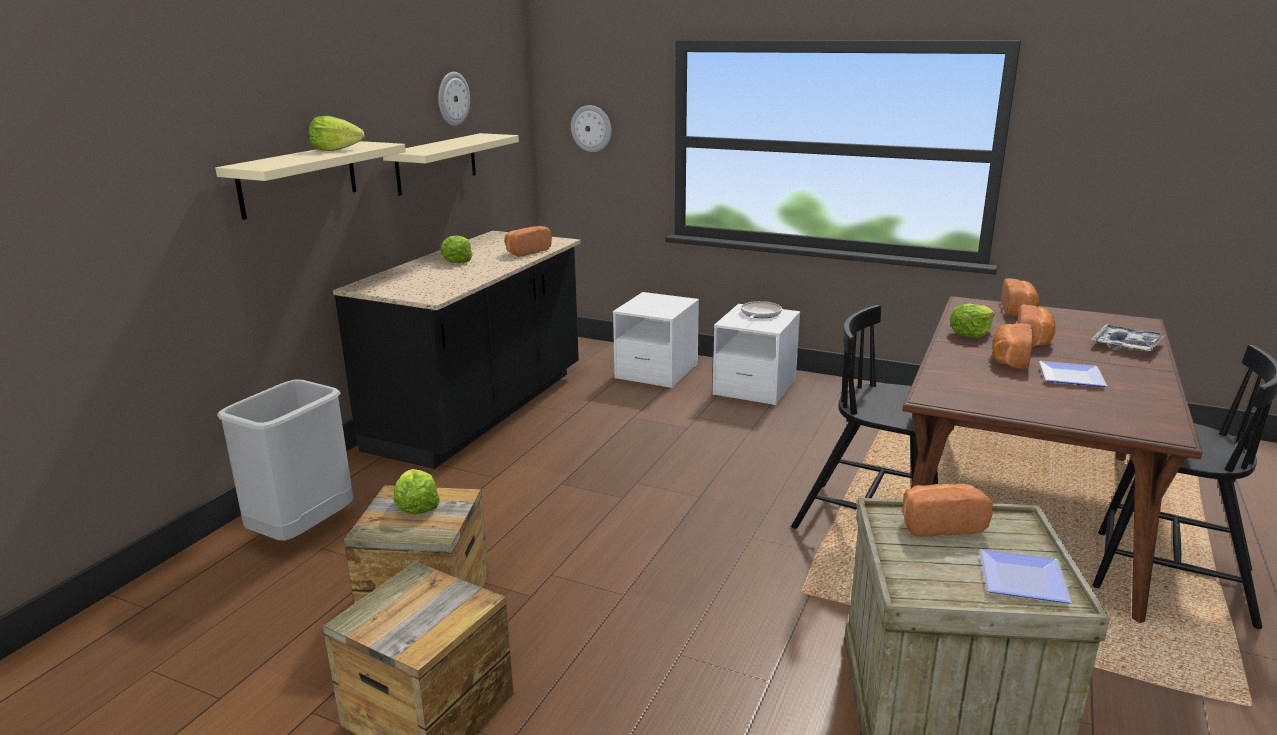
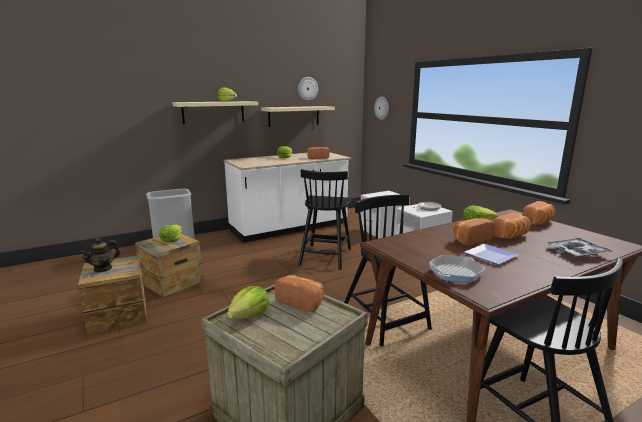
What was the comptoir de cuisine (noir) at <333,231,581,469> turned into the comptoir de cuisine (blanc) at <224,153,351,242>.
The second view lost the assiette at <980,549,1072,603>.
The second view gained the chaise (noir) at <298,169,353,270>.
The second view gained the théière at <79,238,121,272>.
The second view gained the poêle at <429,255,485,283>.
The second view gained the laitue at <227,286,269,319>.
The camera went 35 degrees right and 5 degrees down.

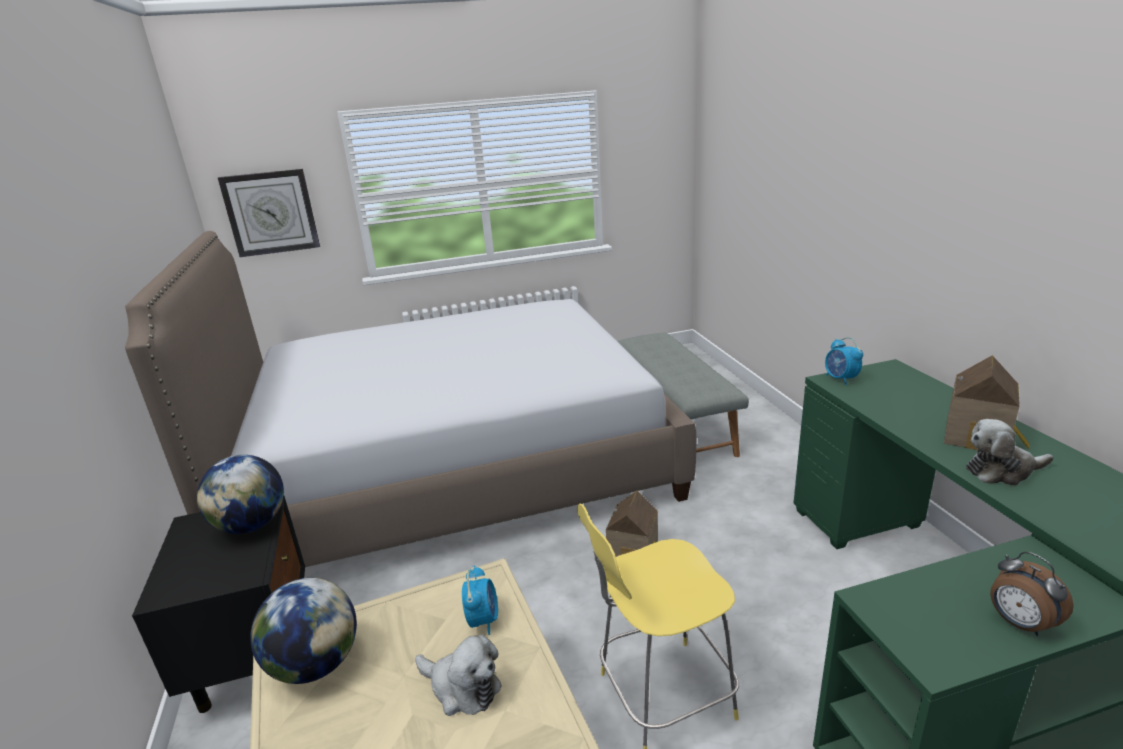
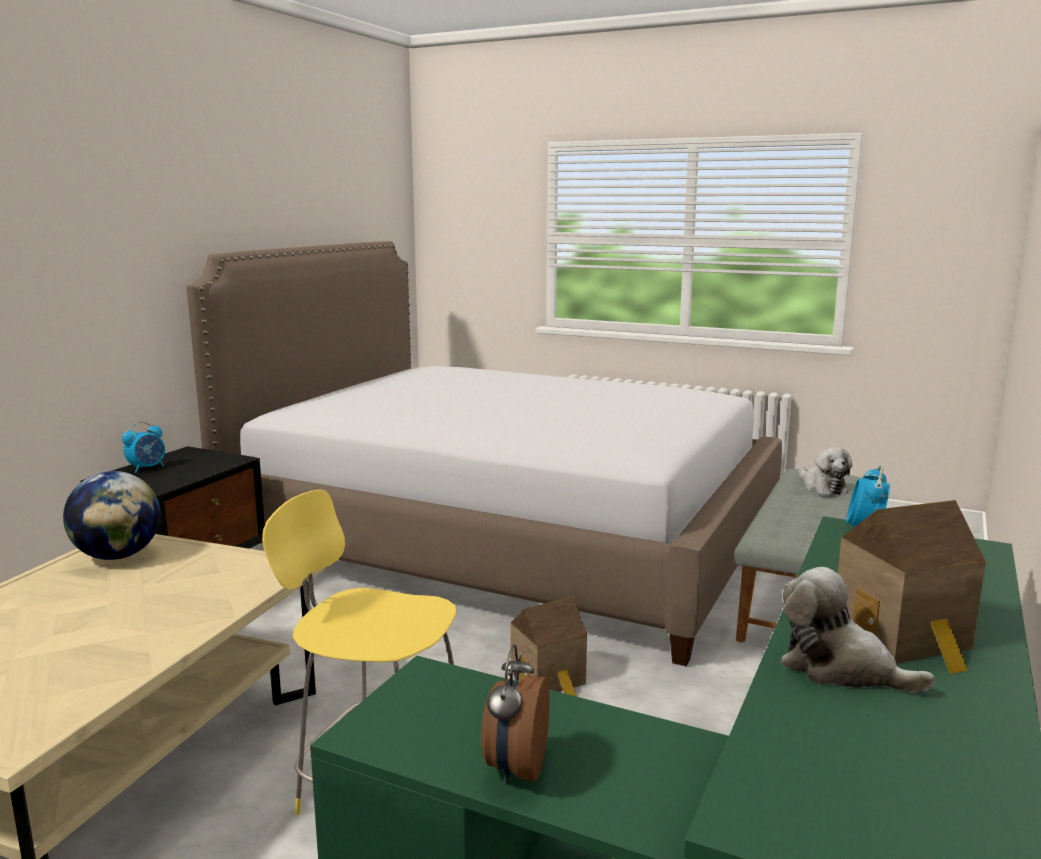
The second view lost the horloge murale at <218,169,320,257>.
The second view lost the globe at <197,455,284,534>.
The réveil ended up elsewhere, having gone from <462,565,498,635> to <122,421,165,473>.
The peluche ended up elsewhere, having gone from <415,635,502,716> to <798,447,852,495>.
The camera went 40 degrees right and 10 degrees down.

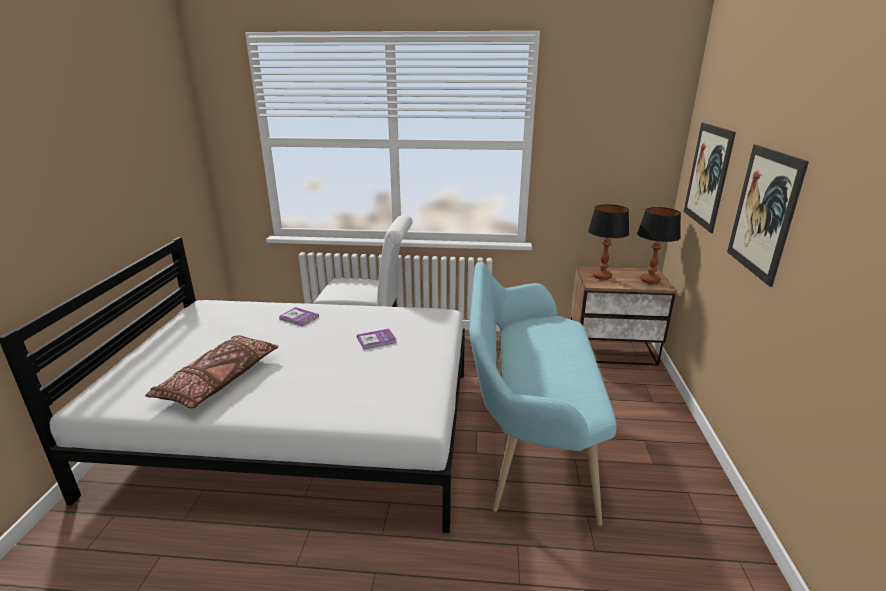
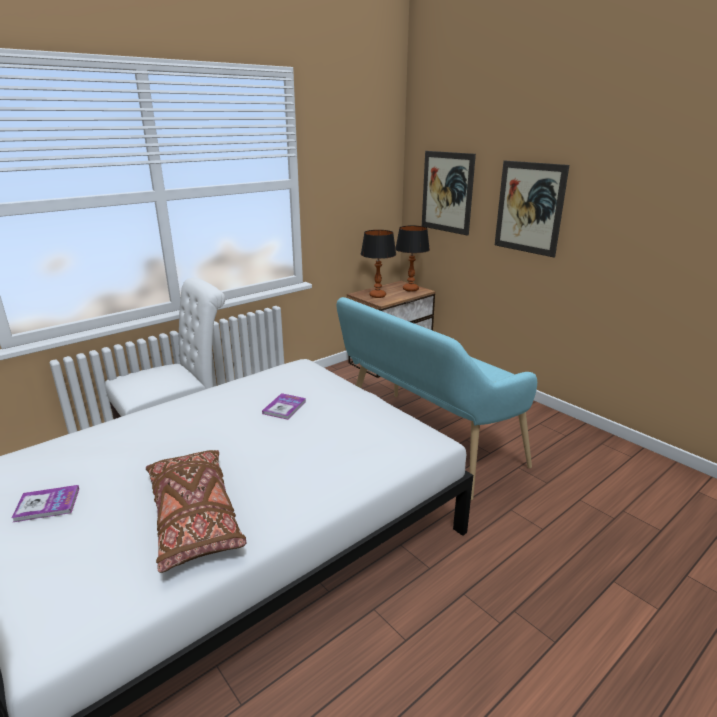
The livre ended up elsewhere, having gone from <279,307,319,326> to <12,485,79,522>.
The camera went 45 degrees left and 0 degrees up.

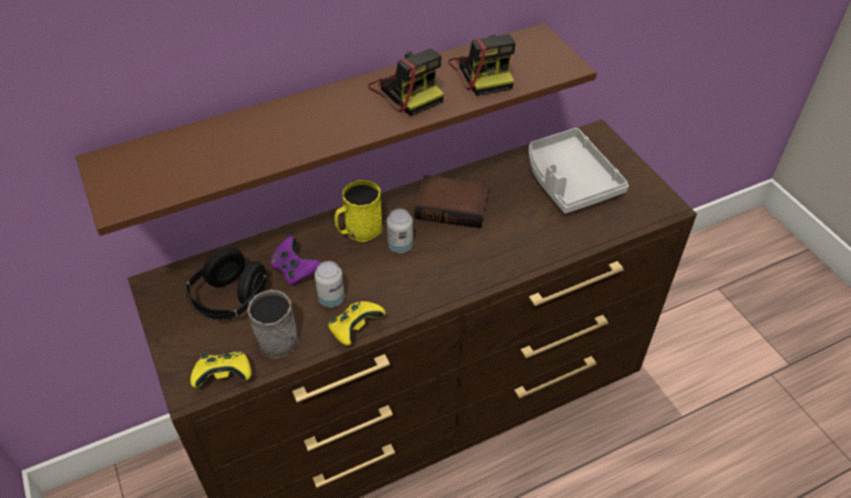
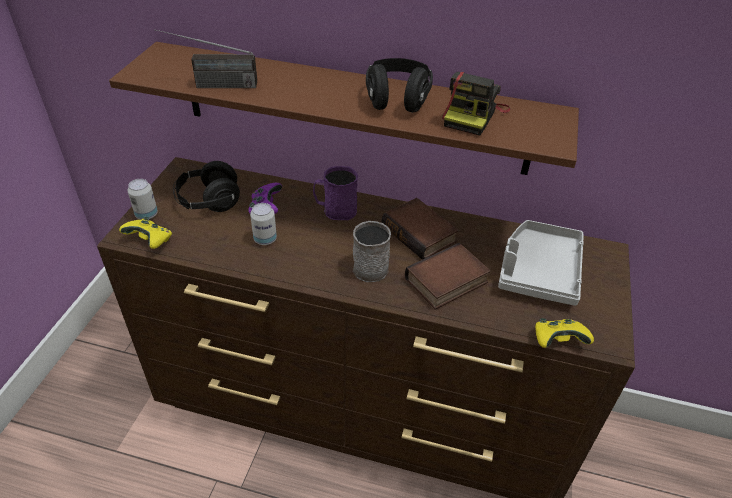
Where the appareil photo stood at <368,49,444,116>, the casque audio (noir) came to stand at <366,58,433,113>.
What was the mug (jaune) at <334,180,383,242> turned into the mug (violet) at <313,166,358,220>.
The boîte métallique ended up elsewhere, having gone from <387,209,413,253> to <127,179,158,220>.
The mug (gris) ended up elsewhere, having gone from <247,290,299,359> to <353,221,391,282>.
The manette (jaune) ended up elsewhere, having gone from <328,301,386,346> to <535,318,594,348>.
The second view gained the radio at <155,29,257,88>.
The second view gained the livre at <405,243,491,310>.
The camera went 40 degrees right and 5 degrees down.

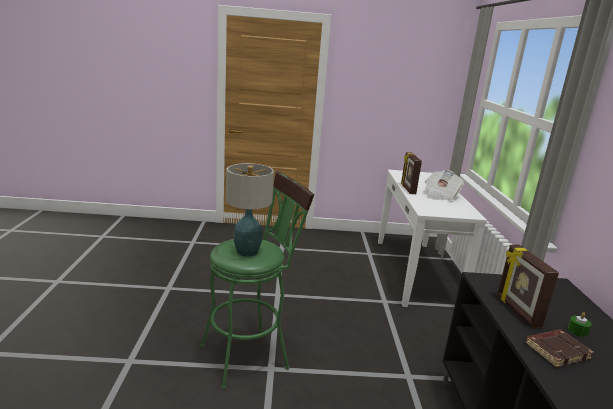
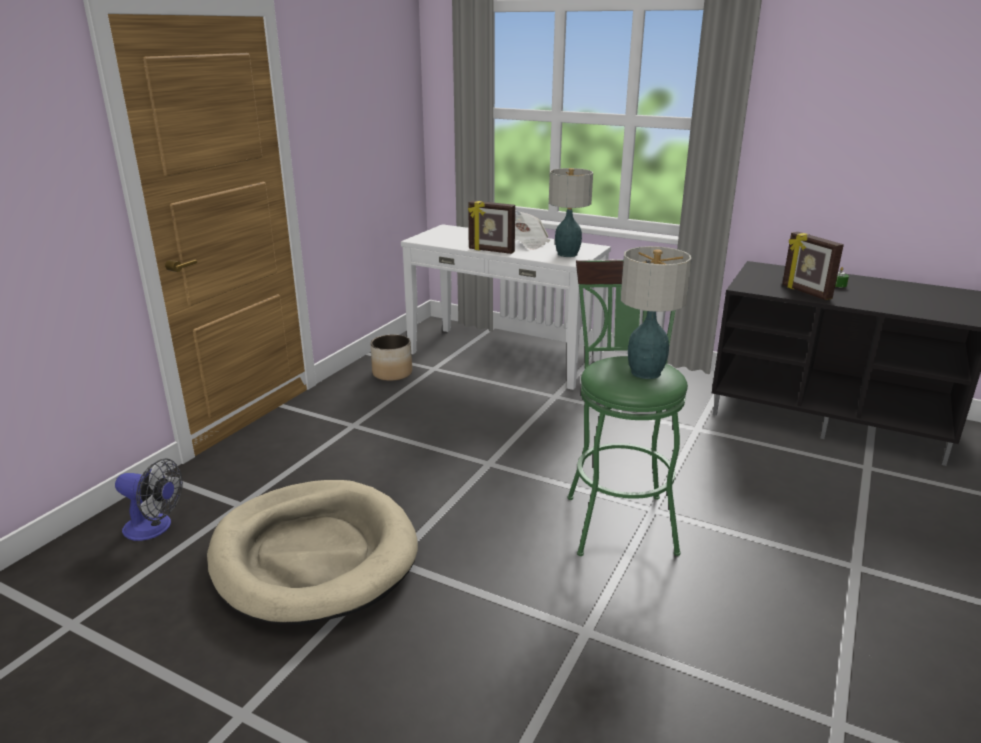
The cadre photo at <497,245,559,328> ended up facing another way, 45 degrees clockwise from before.
The second view lost the livre (marron) at <525,330,594,367>.
The second view gained the lampe de table at <549,168,593,257>.
The second view gained the cache-pot at <370,335,412,381>.
The second view gained the ventilateur at <115,458,183,541>.
The second view gained the panier pour chien (beige) at <207,480,418,625>.
The camera went 60 degrees left and 5 degrees up.

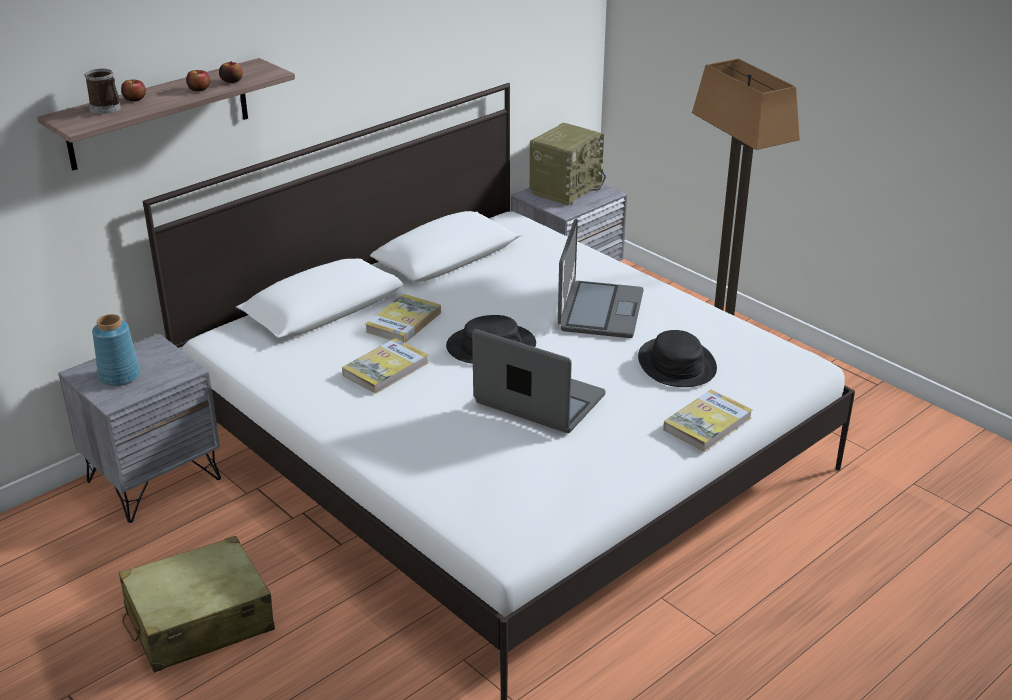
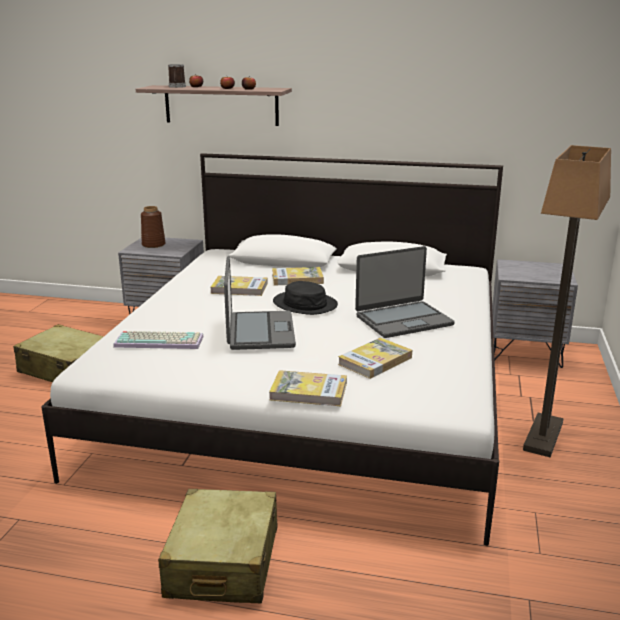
The second view lost the radio at <530,123,606,206>.
What was the vase (bleu) at <92,314,140,386> turned into the vase (marron) at <141,206,166,248>.
Where the chapeau (noir) stood at <638,330,717,387>, the livre came to stand at <338,338,412,379>.
The second view gained the clavier at <113,331,204,349>.
The second view gained the valise (beige) at <158,489,278,603>.
The camera went 55 degrees right and 10 degrees down.

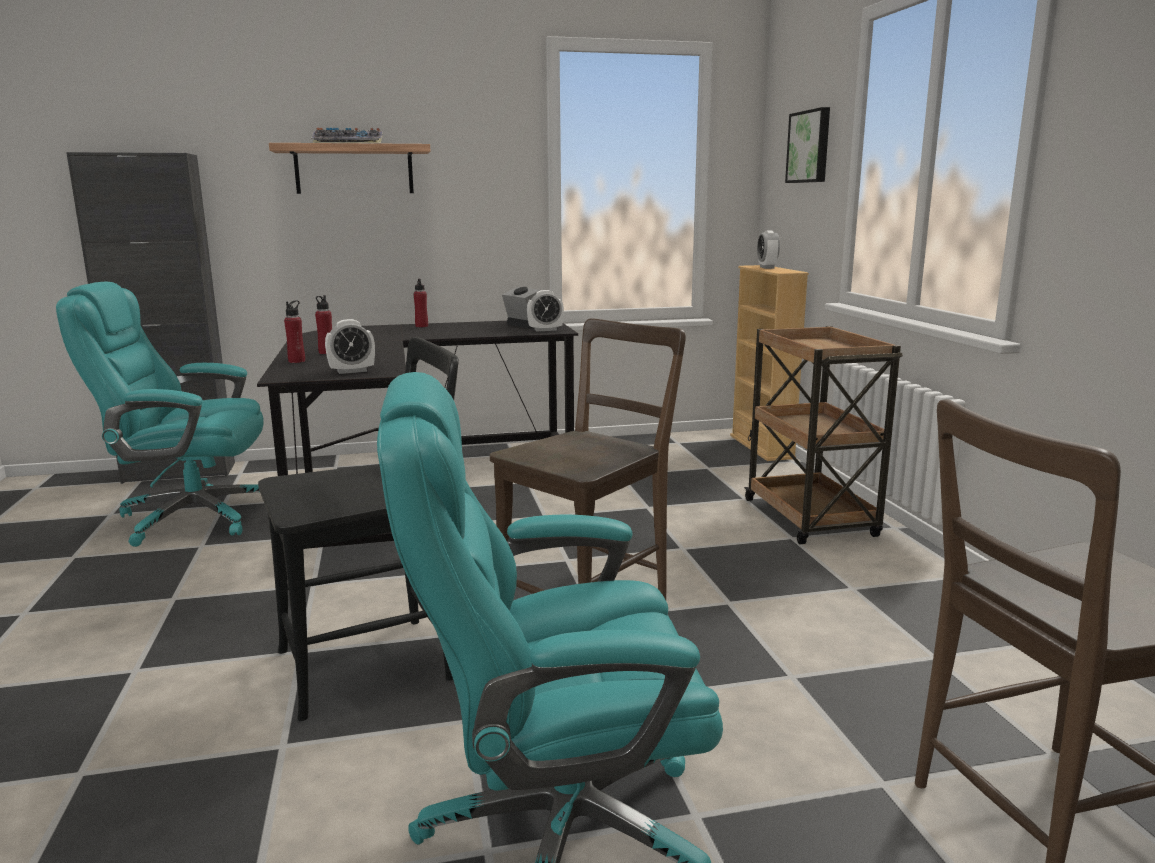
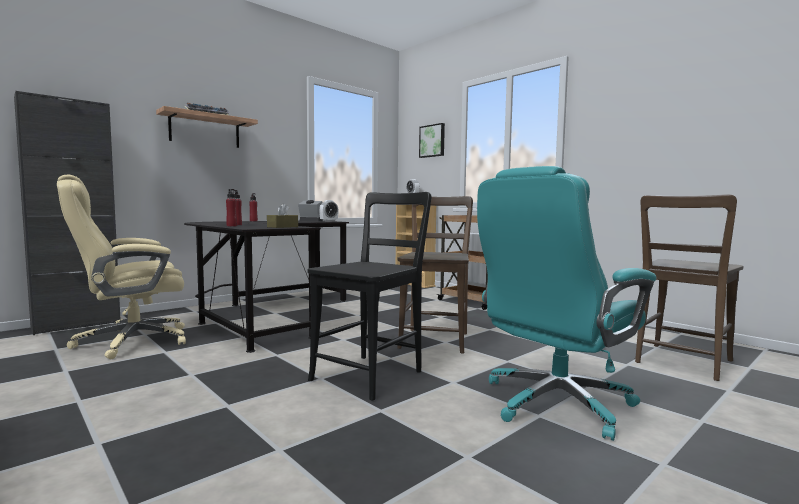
What was the chaise de bureau (turquoise) at <56,282,264,547> turned into the chaise de bureau (beige) at <57,175,186,359>.
Where the réveil stood at <325,319,375,374>, the boîte à mouchoirs (marron) came to stand at <267,203,298,228>.
The camera went 30 degrees left and 10 degrees down.

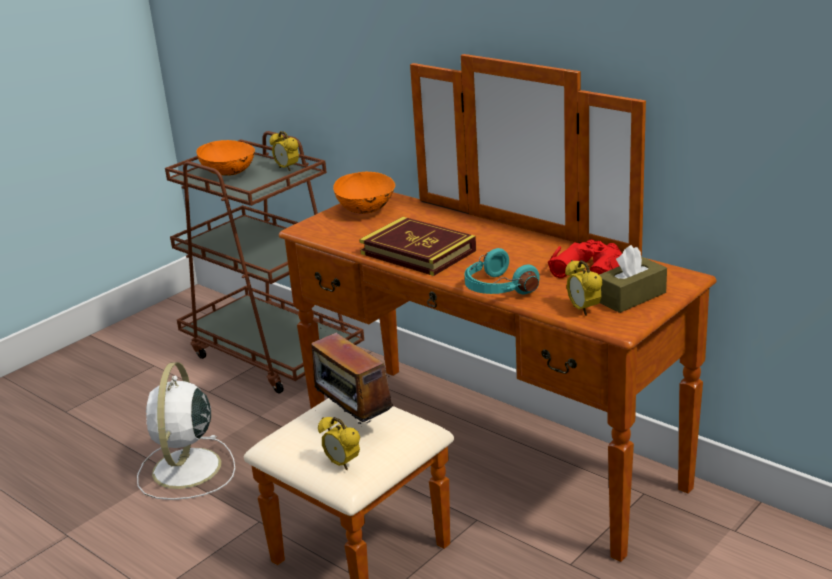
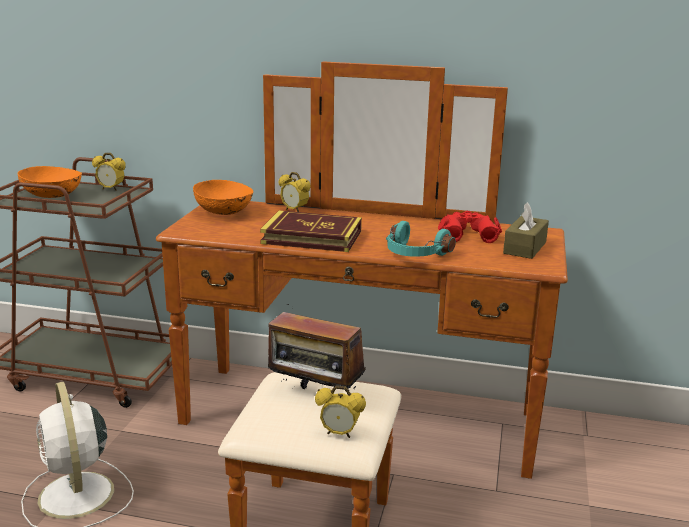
The réveil ended up elsewhere, having gone from <565,260,603,315> to <279,172,311,212>.
The camera went 30 degrees left and 5 degrees down.

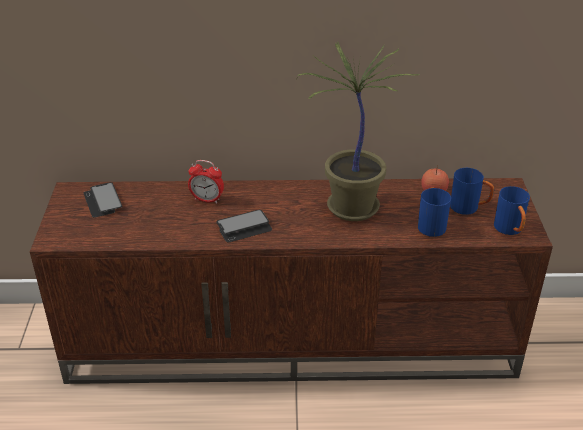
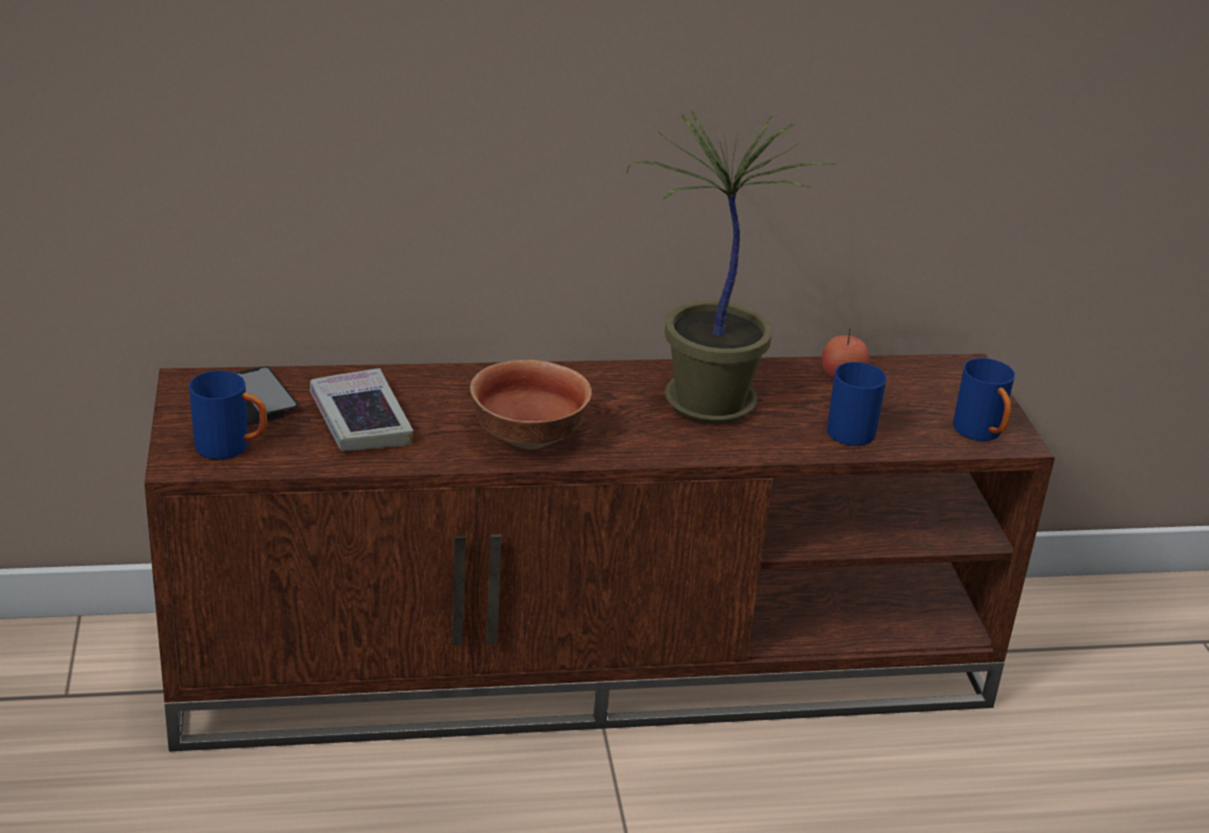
The second view lost the réveil at <188,160,224,204>.
The mug (bleu) ended up elsewhere, having gone from <450,168,494,215> to <189,371,267,460>.
Where the téléphone stood at <217,210,272,243>, the bol came to stand at <470,360,592,450>.
The second view gained the livre at <310,368,413,451>.
The camera went 10 degrees left and 5 degrees down.

